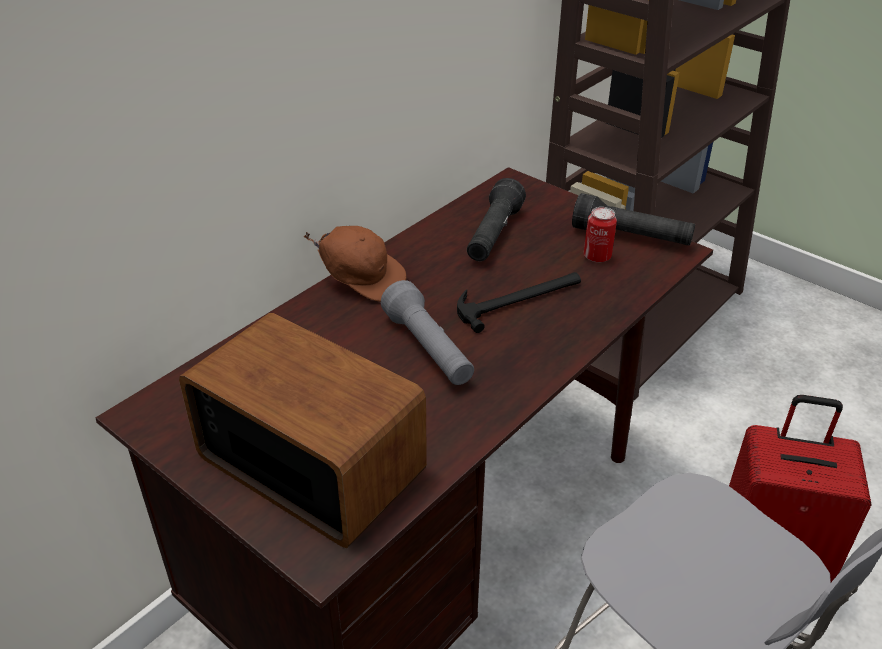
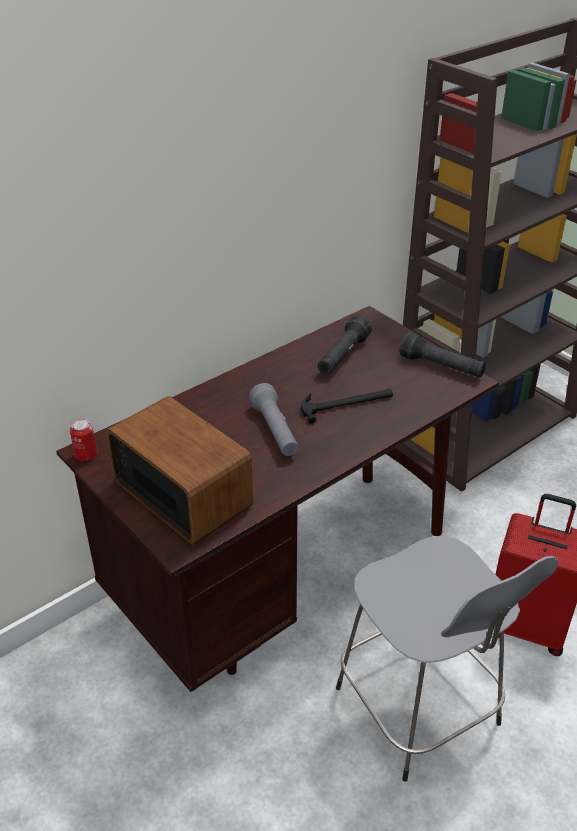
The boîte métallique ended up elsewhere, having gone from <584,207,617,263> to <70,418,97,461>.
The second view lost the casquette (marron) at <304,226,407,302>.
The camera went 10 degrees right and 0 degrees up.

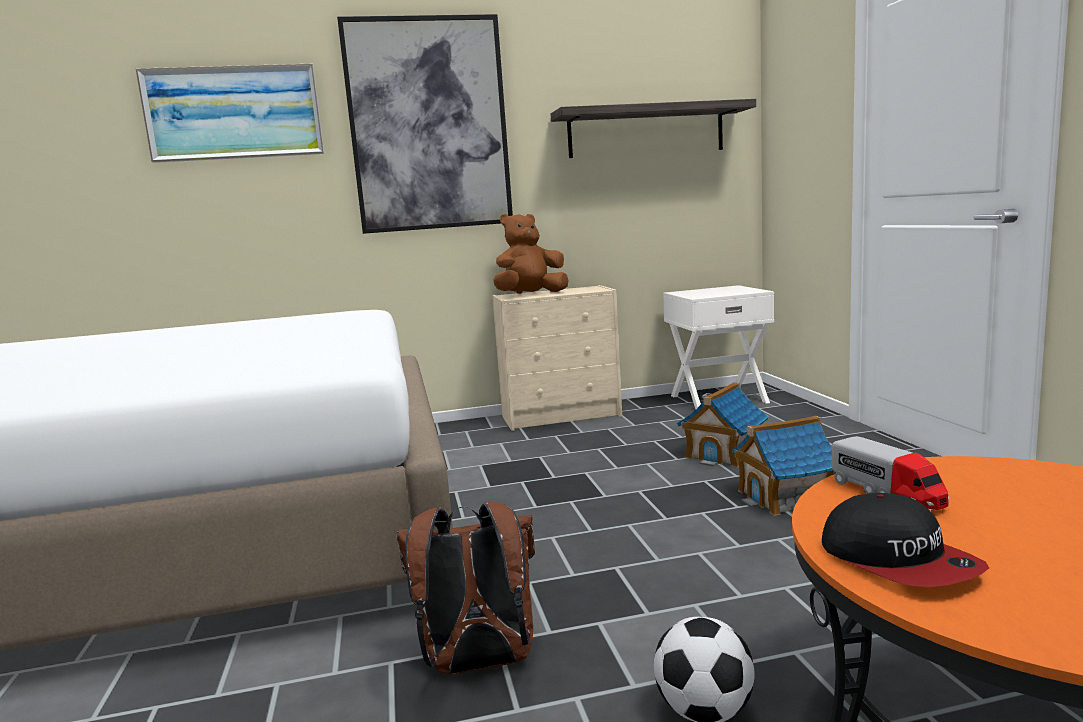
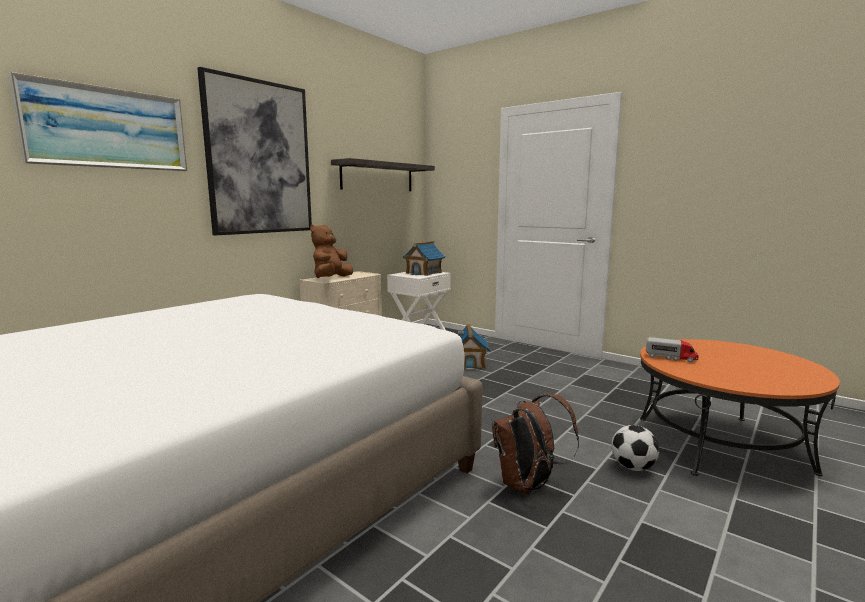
The maison miniature ended up elsewhere, having gone from <732,416,834,516> to <403,241,445,276>.
The second view lost the casquette at <822,493,989,587>.
The camera went 40 degrees left and 0 degrees up.

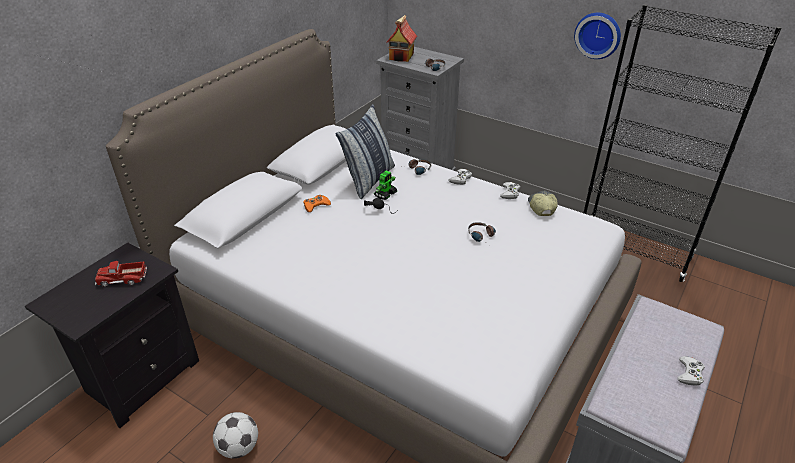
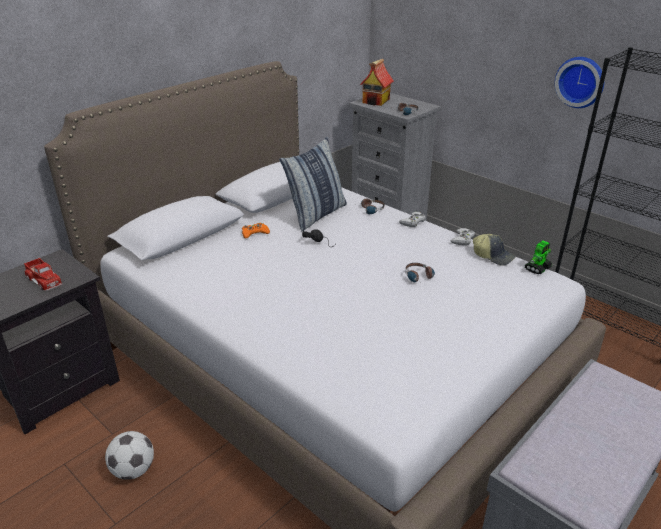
The robot jouet ended up elsewhere, having gone from <374,171,397,200> to <525,240,552,274>.
The casquette at <528,191,558,216> ended up facing another way, 120 degrees clockwise from before.
The camion jouet at <95,261,147,287> ended up facing another way, 135 degrees counterclockwise from before.
The second view lost the manette (blanc) at <677,356,705,386>.
The camera went 10 degrees right and 5 degrees down.

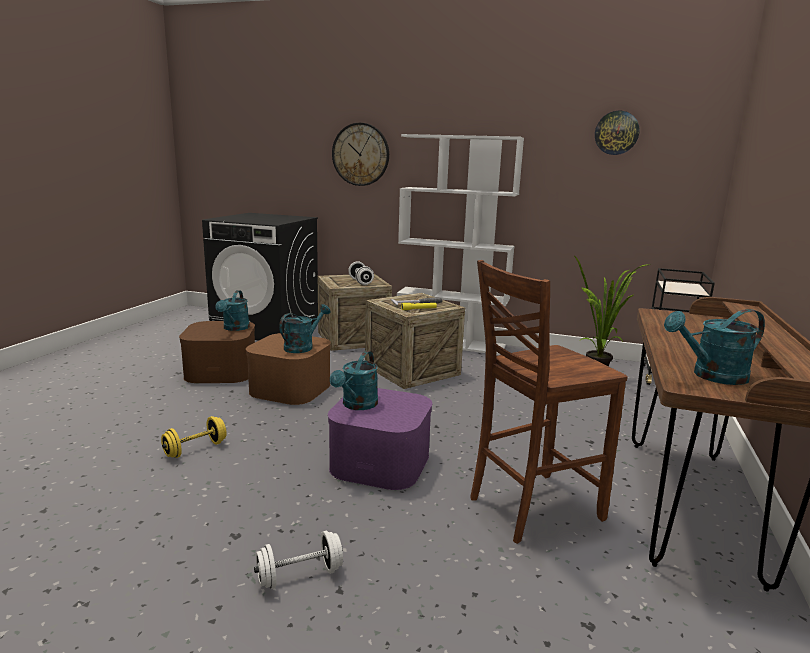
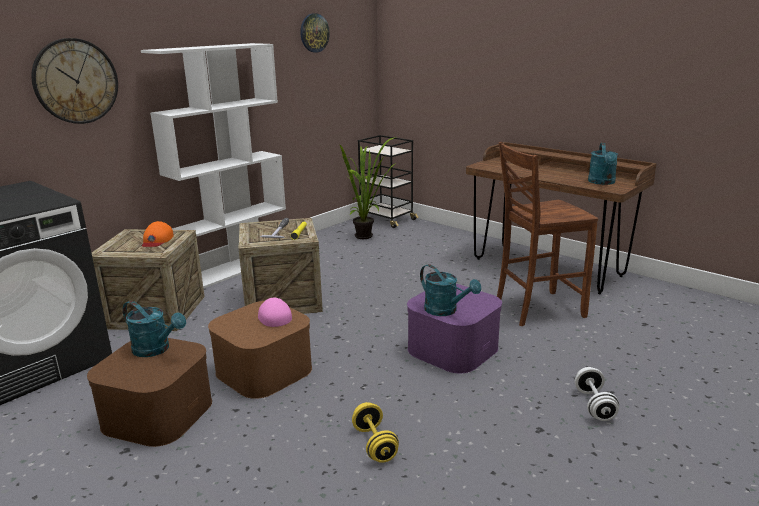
The chaise (marron) at <471,260,628,544> ended up facing another way, 75 degrees clockwise from before.
Where the haltère (blanc) stood at <348,261,374,285>, the casquette (orange) came to stand at <142,221,174,247>.
Where the arrosoir (turquoise) stood at <279,304,330,353>, the casquette (rose) came to stand at <258,298,292,327>.
The camera went 65 degrees left and 5 degrees up.

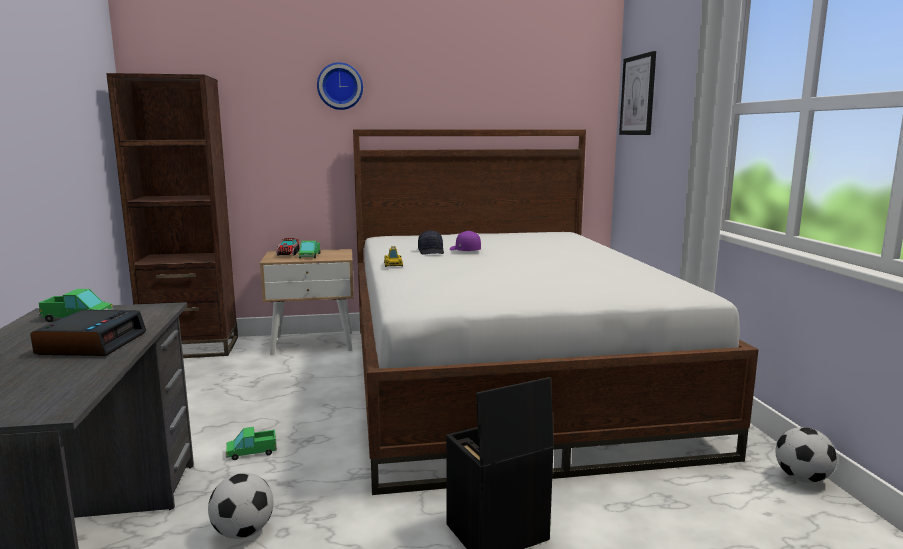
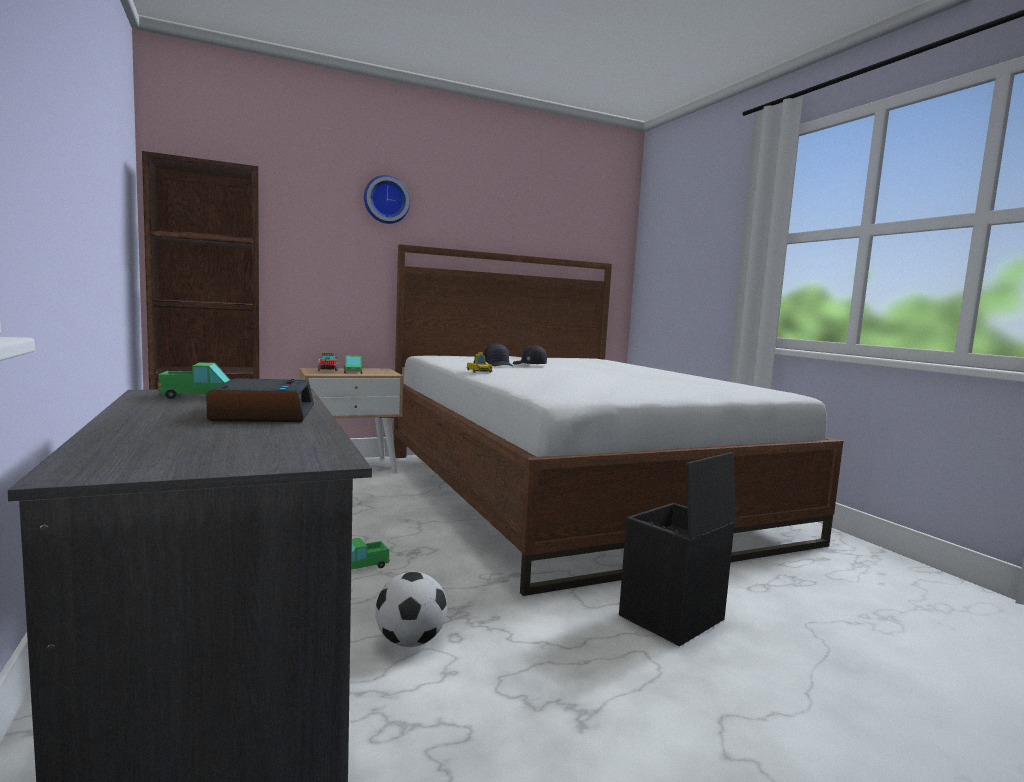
The second view lost the tableau at <619,51,656,135>.
What was the casquette (violet) at <450,231,481,251> turned into the casquette (noir) at <513,345,547,365>.
The second view lost the ballon de foot at <775,427,837,483>.
The camera went 15 degrees left and 5 degrees down.

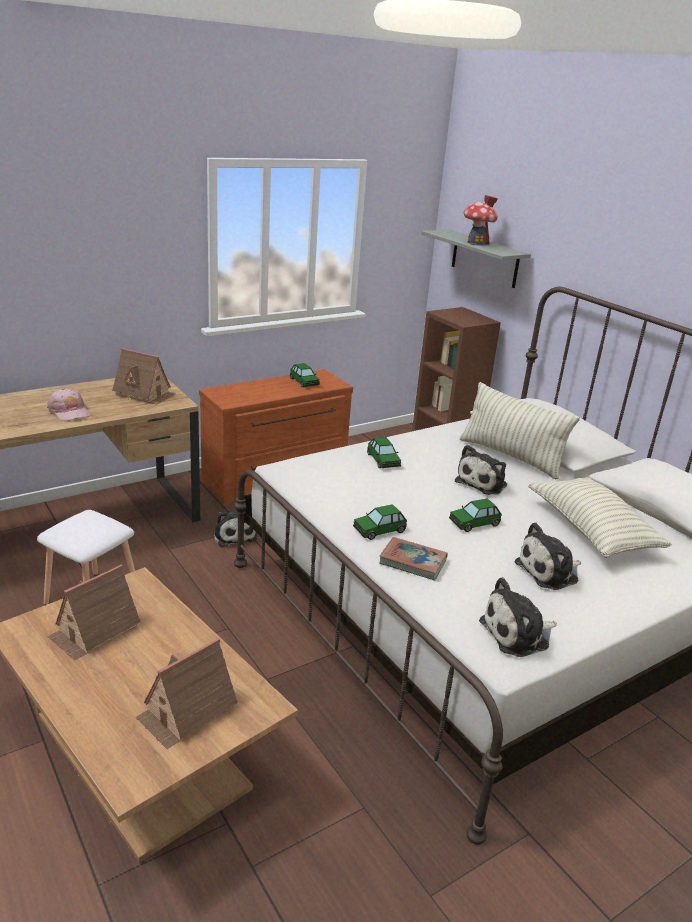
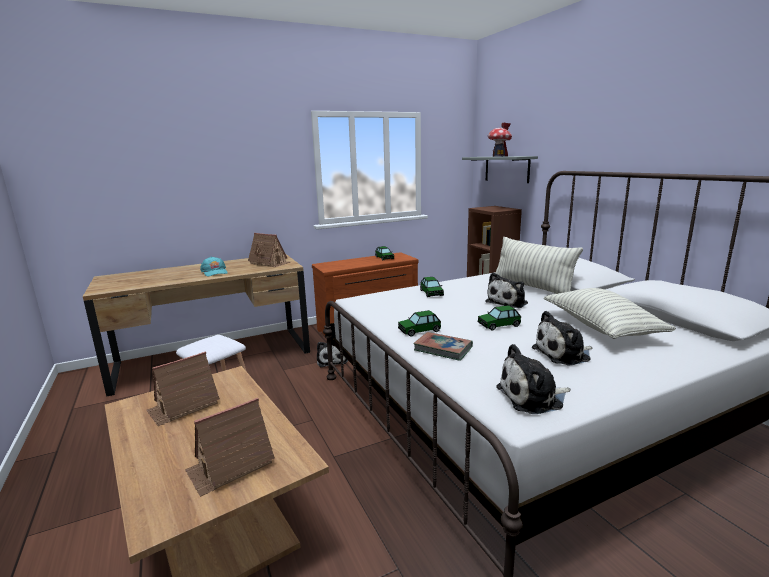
What was the casquette (rose) at <47,388,90,421> turned into the casquette (turquoise) at <200,257,228,276>.
The camera went 10 degrees right and 10 degrees down.

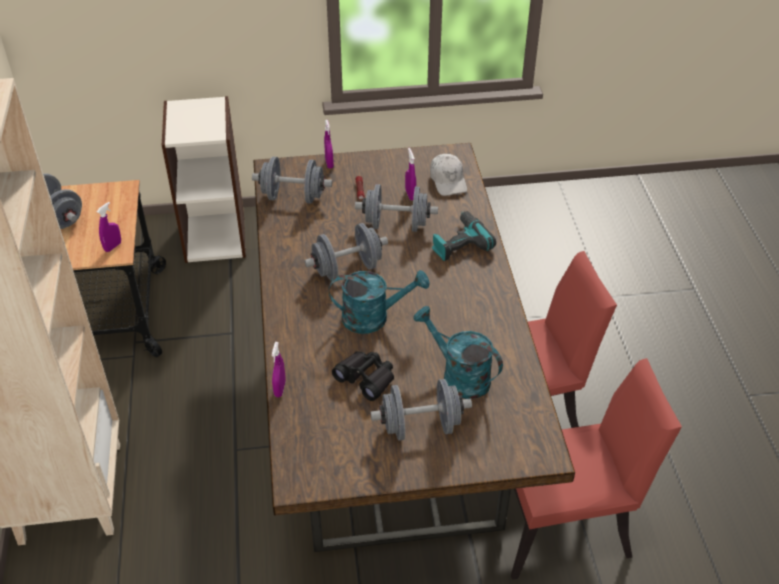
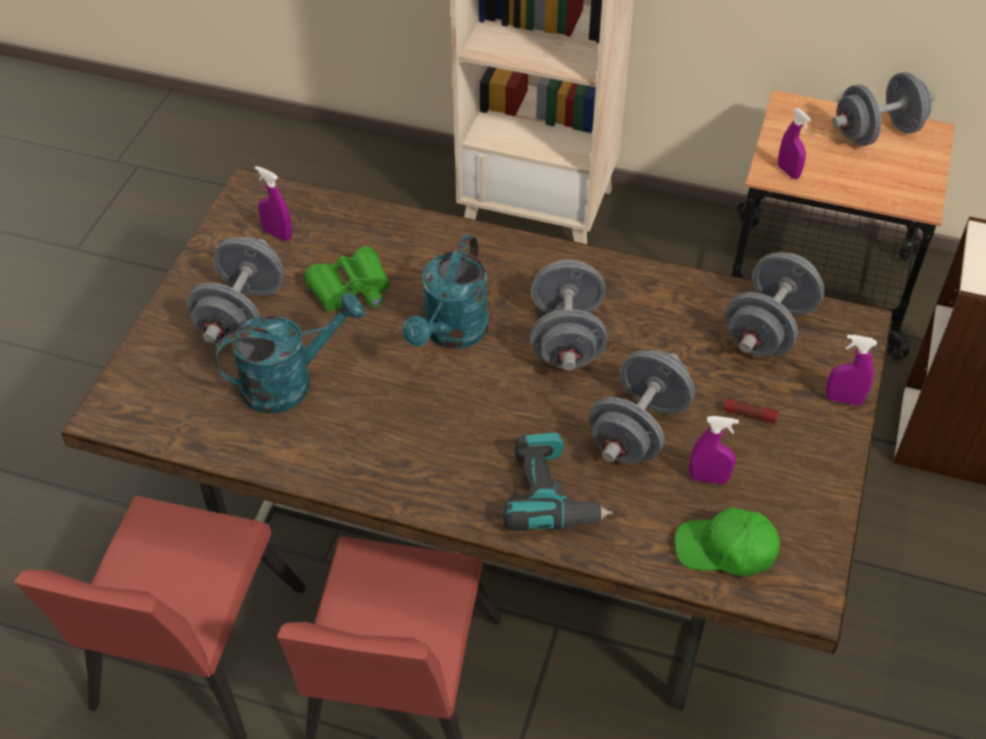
What was the casquette (blanc) at <430,154,467,196> turned into the casquette (vert) at <675,508,780,576>.
The vaporisateur (violet) ended up elsewhere, having gone from <272,342,286,397> to <255,166,292,241>.
What was the jumelles (noir) at <332,351,394,401> turned into the jumelles (vert) at <304,246,389,311>.
The camera went 115 degrees right and 5 degrees up.

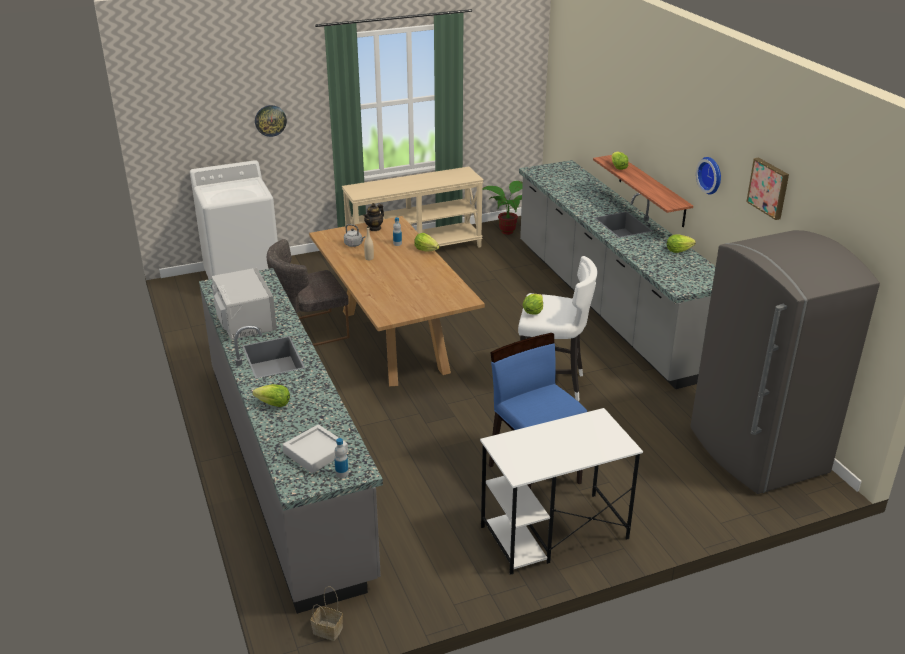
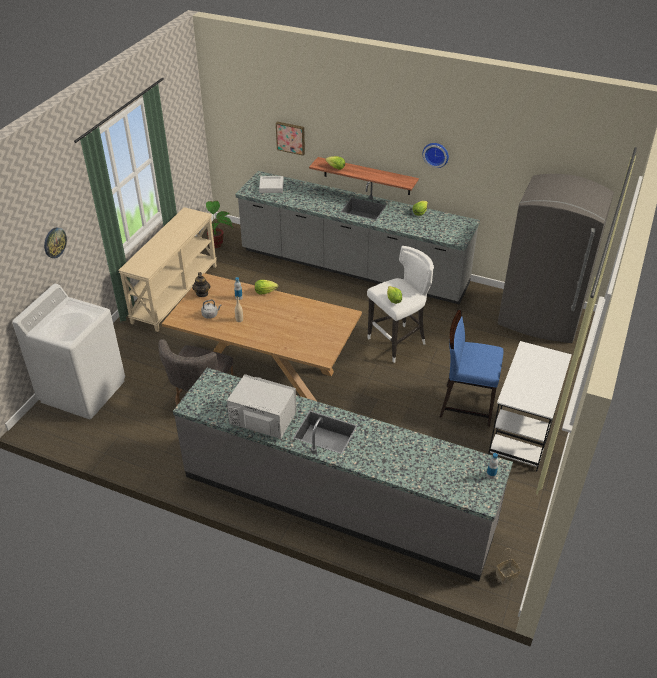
The tableau ended up elsewhere, having gone from <746,158,789,220> to <276,122,305,156>.
The second view lost the laitue at <253,384,290,407>.
The plateau (gris) ended up elsewhere, having gone from <282,424,348,473> to <259,176,284,193>.
The camera went 45 degrees left and 10 degrees up.

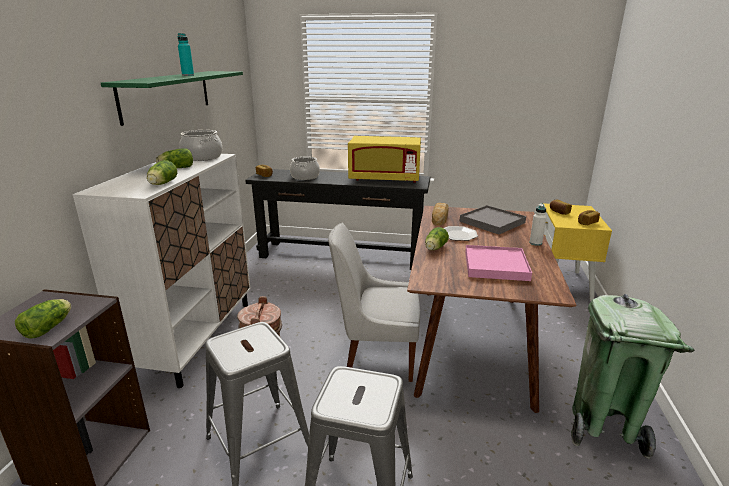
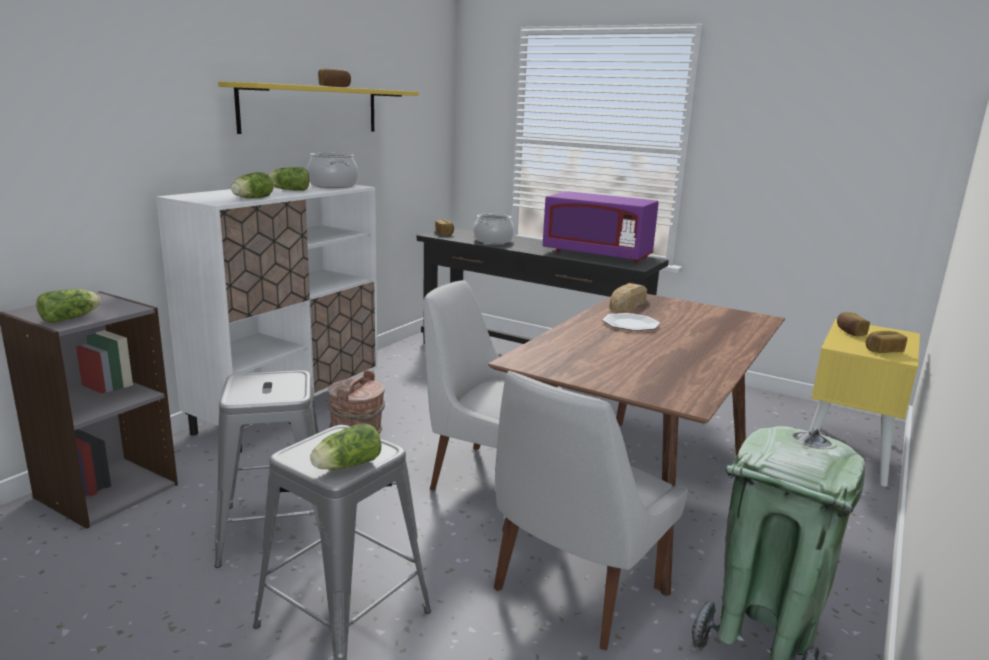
Where the bouteille (turquoise) stood at <178,33,194,76>, the pain came to stand at <318,69,351,87>.
What was the étagère (vert) at <101,71,243,126> turned into the étagère (jaune) at <218,81,419,134>.
What was the micro-ondes (jaune) at <348,136,421,183> turned into the micro-ondes (violet) at <543,191,659,263>.
The second view lost the bouteille (blanc) at <529,203,546,246>.
The second view lost the plateau (gris) at <459,205,526,234>.
The laitue ended up elsewhere, having gone from <425,227,449,250> to <310,424,381,470>.
The second view lost the plateau (rose) at <465,245,532,281>.
The second view gained the chaise (blanc) at <494,371,688,651>.
The camera went 20 degrees right and 5 degrees down.

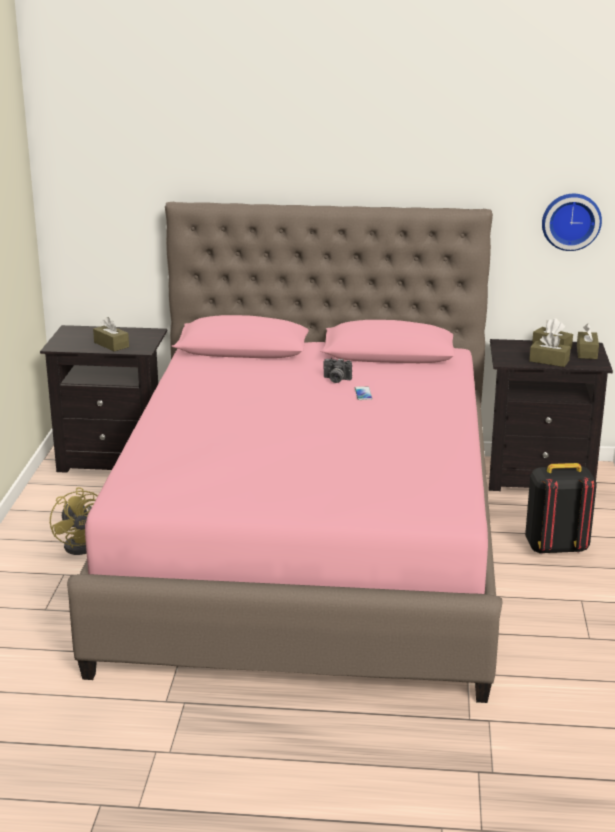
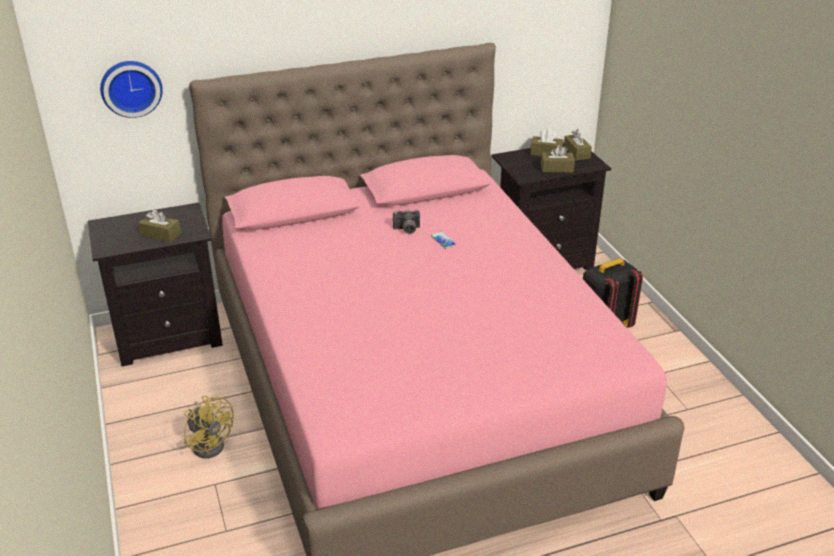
The horloge murale ended up elsewhere, having gone from <542,194,602,251> to <100,61,163,118>.
The camera went 25 degrees left and 10 degrees up.

